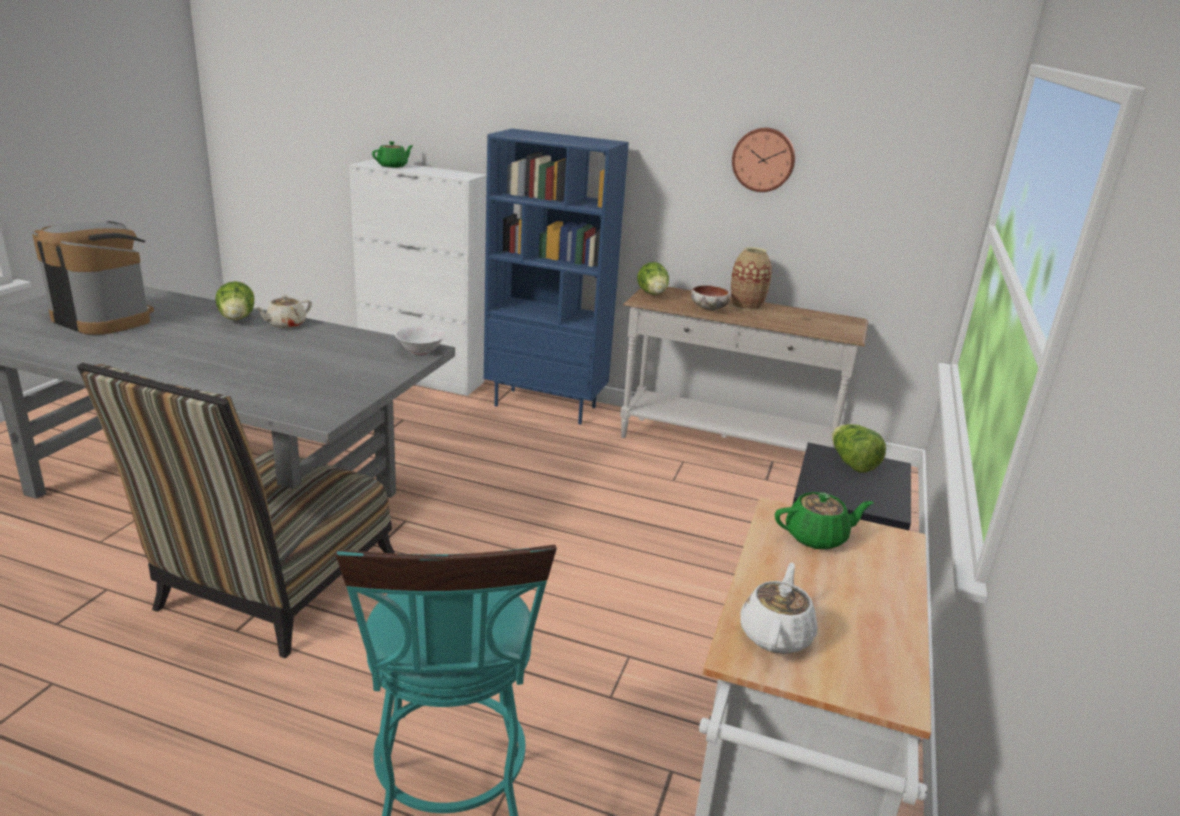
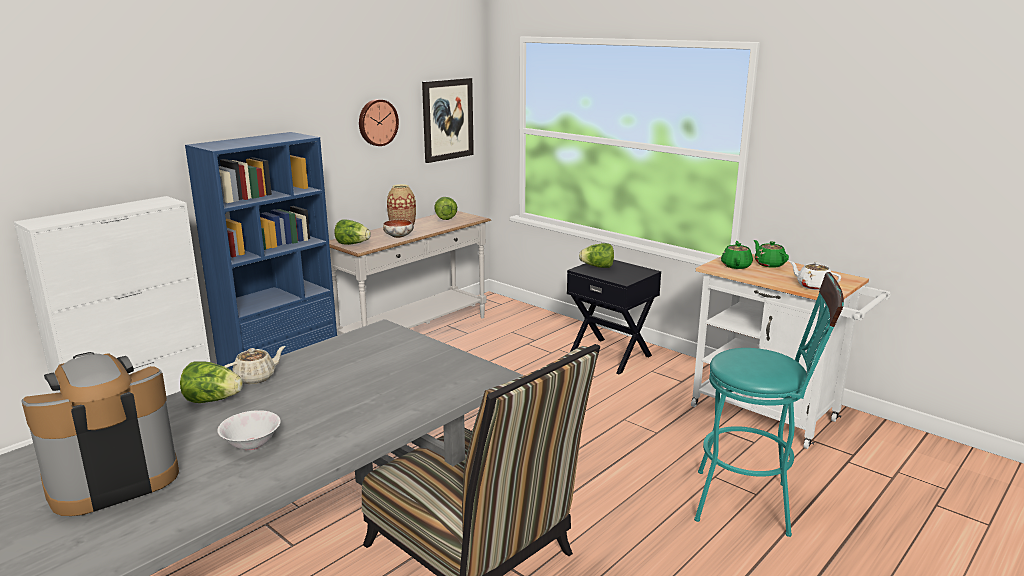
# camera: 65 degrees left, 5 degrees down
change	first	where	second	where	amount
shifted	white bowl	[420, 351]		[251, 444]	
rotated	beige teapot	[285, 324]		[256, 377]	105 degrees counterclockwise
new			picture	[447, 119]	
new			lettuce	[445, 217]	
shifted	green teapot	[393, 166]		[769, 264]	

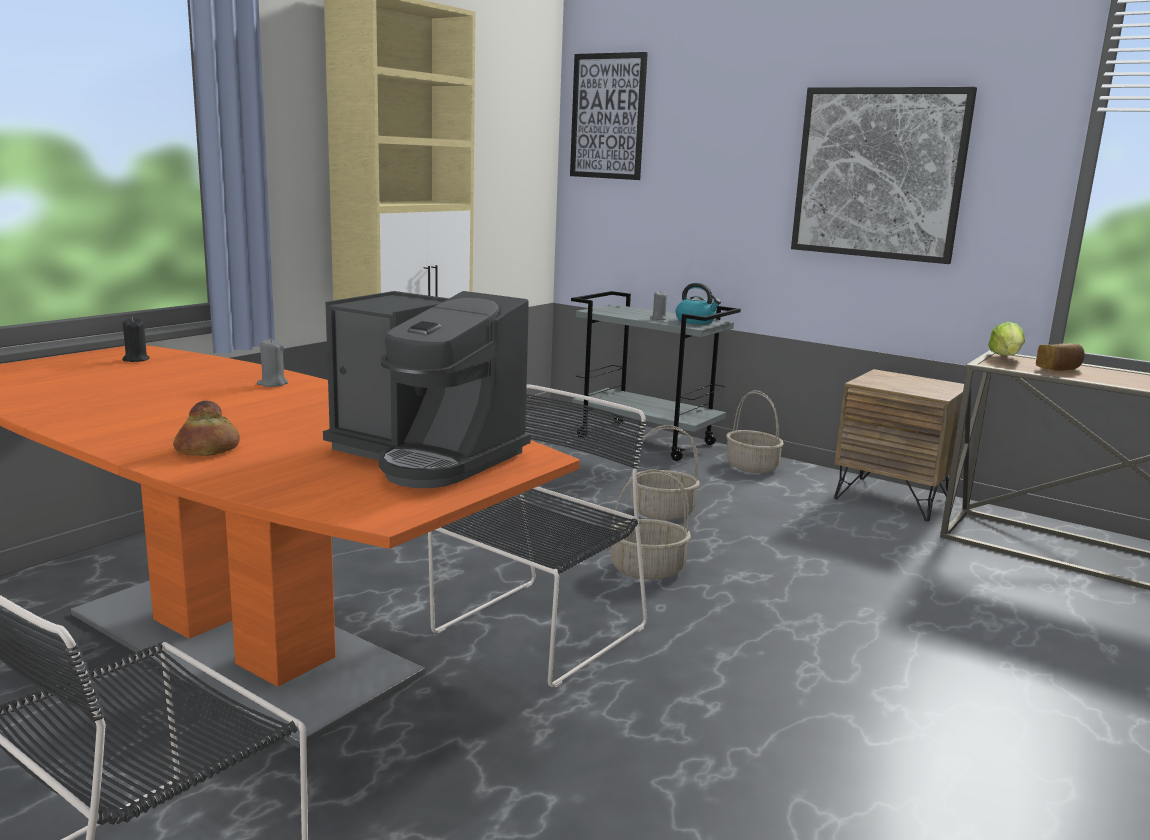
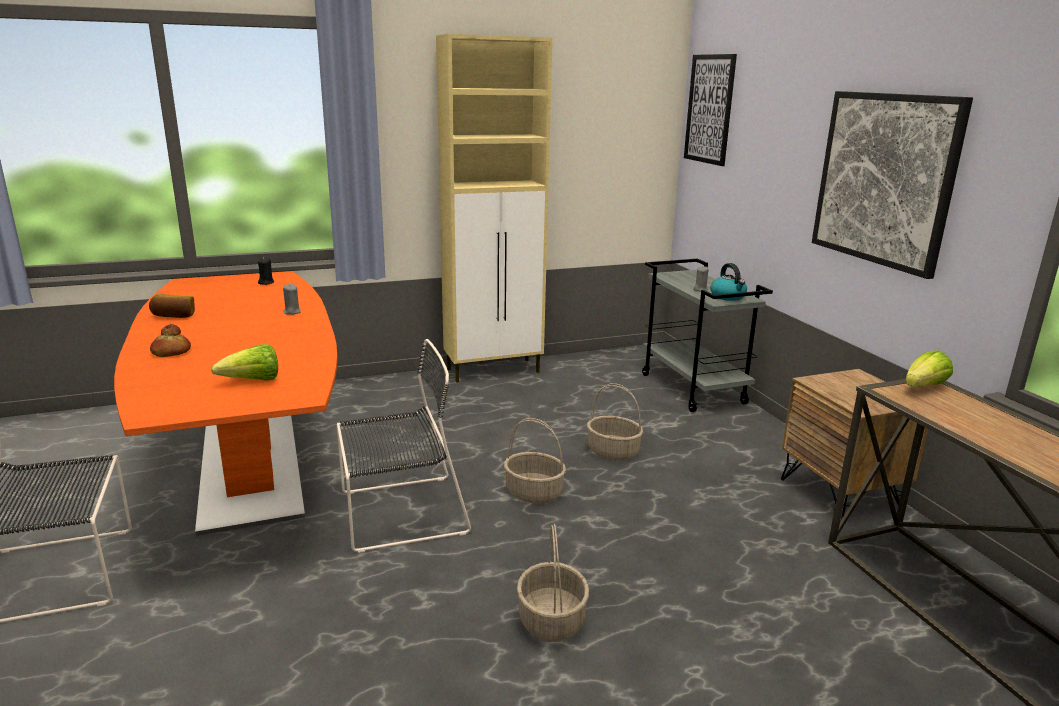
# camera: 35 degrees right, 5 degrees up
change	first	where	second	where	amount
shifted	bread	[1059, 369]		[174, 316]	
swapped	coffee machine	[427, 456]	lettuce	[253, 381]	
shifted	basket	[752, 466]		[552, 621]	

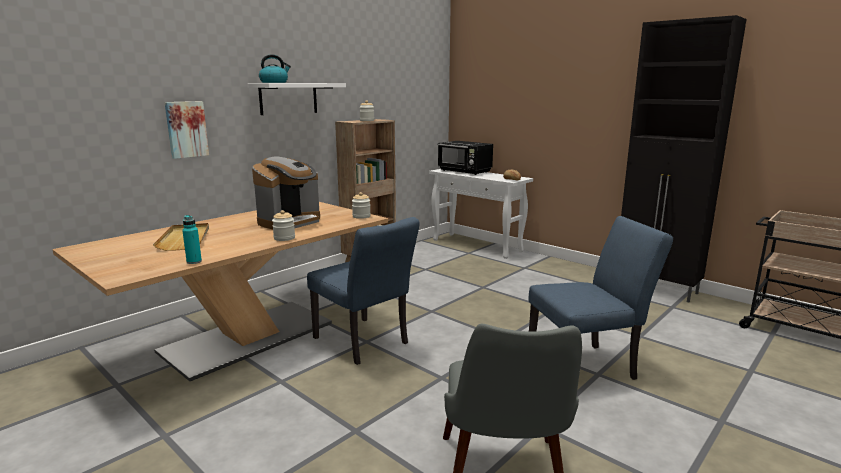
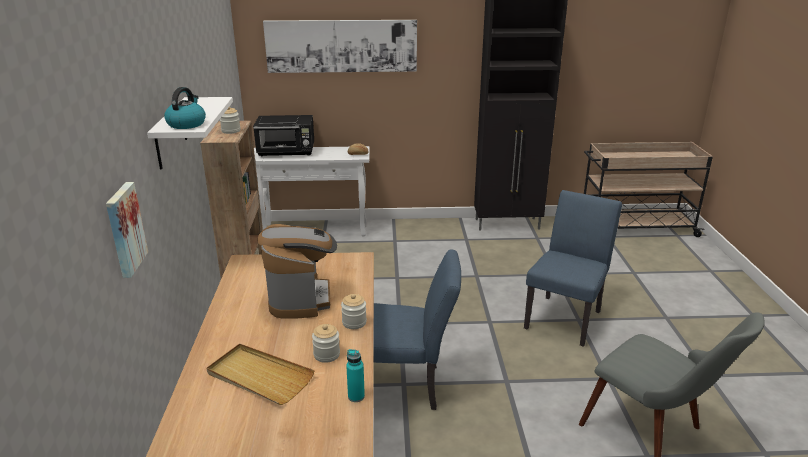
# camera: 45 degrees left, 10 degrees up
change	first	where	second	where	amount
new			picture	[341, 46]	
shifted	jar	[361, 216]		[326, 354]	

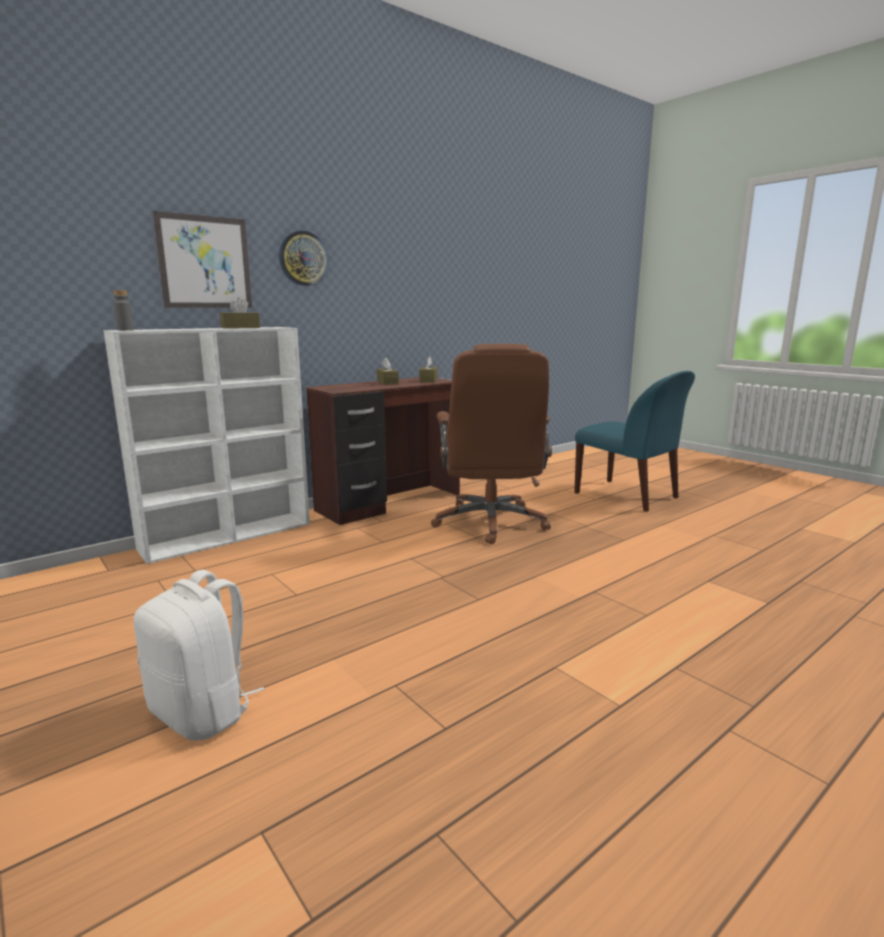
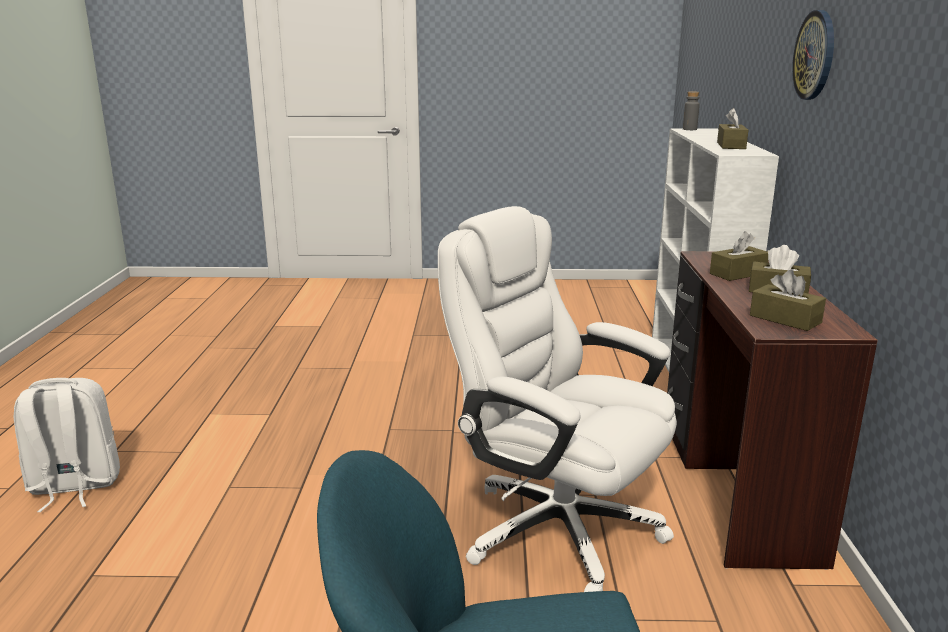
# camera: 130 degrees right, 5 degrees up
change	first	where	second	where	amount
shifted	white backpack	[203, 712]		[74, 486]	
repainted	brown office chair	[490, 523]	white office chair	[556, 529]	
new			brown tissue box	[738, 273]	
gone	picture	[205, 262]			

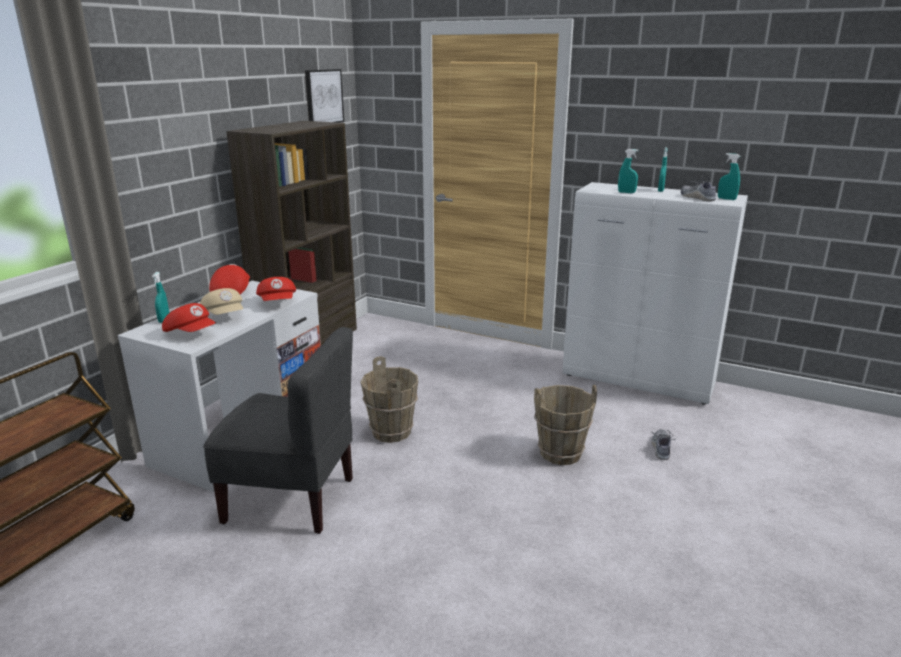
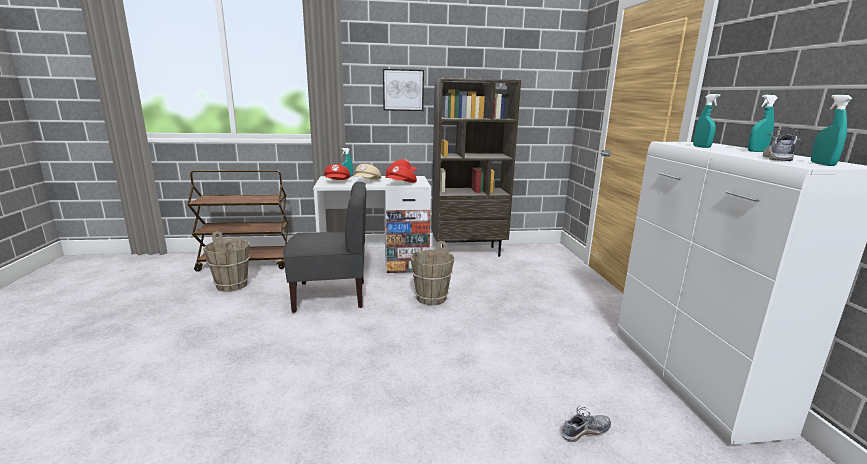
# camera: 55 degrees right, 5 degrees down
change	first	where	second	where	amount
shifted	brown bucket	[560, 453]		[232, 285]	
rotated	grey chair	[291, 499]		[331, 296]	75 degrees counterclockwise
shifted	picture	[323, 97]		[403, 90]	

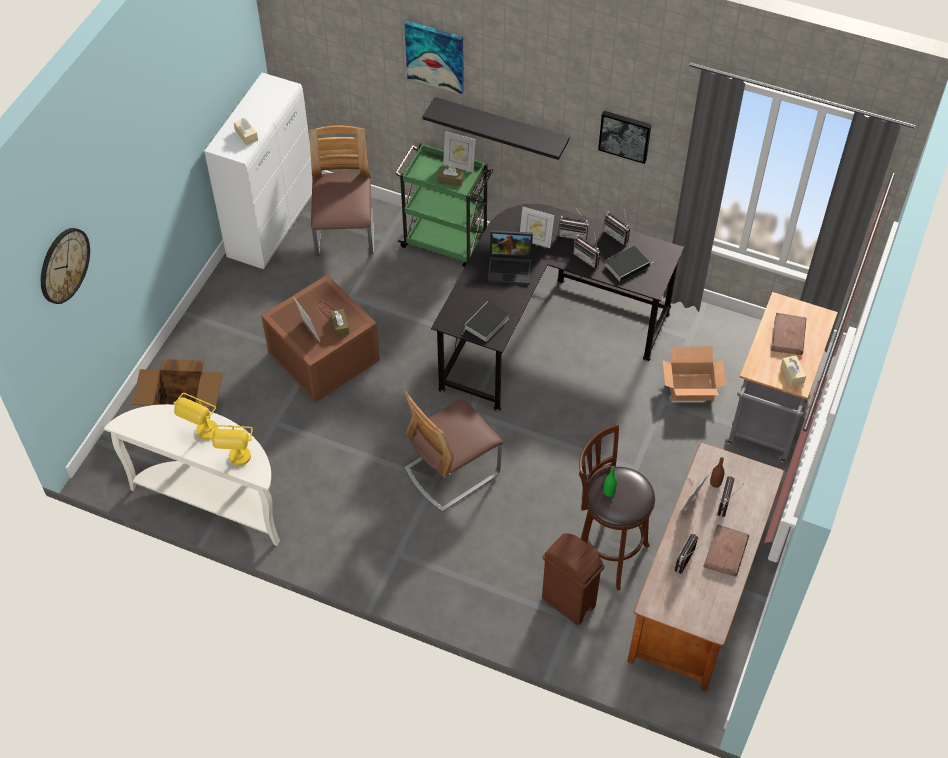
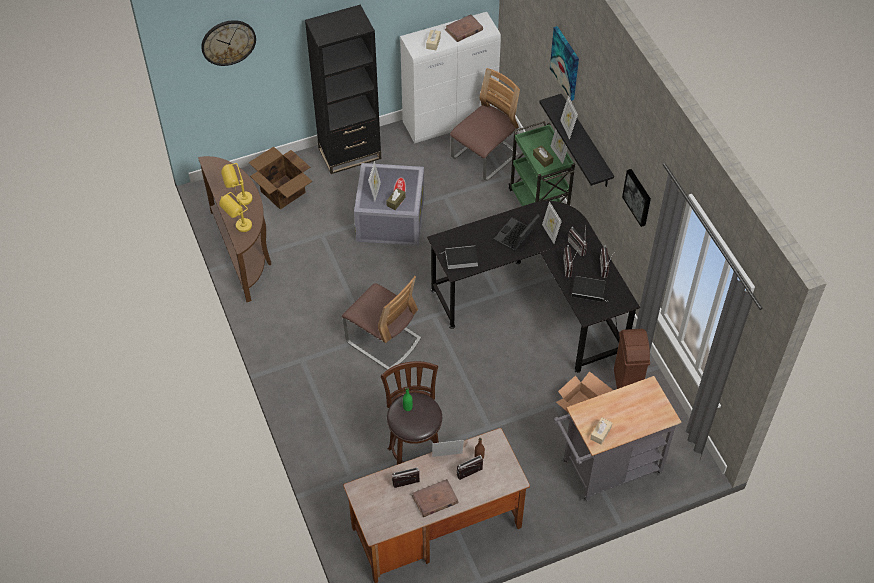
# camera: 45 degrees right, 0 degrees up
change	first	where	second	where	amount
repainted	white console table	[214, 499]	brown console table	[244, 251]	
new			black bookcase	[350, 153]	
rotated	chair	[452, 471]		[383, 340]	150 degrees counterclockwise
repainted	brown storage box	[322, 356]	grey storage box	[389, 218]	
shifted	brown book	[788, 336]		[463, 30]	
rotated	laptop	[511, 267]		[516, 237]	75 degrees clockwise
new			picture frame	[567, 129]	
shifted	brown trash can	[568, 603]		[626, 384]	

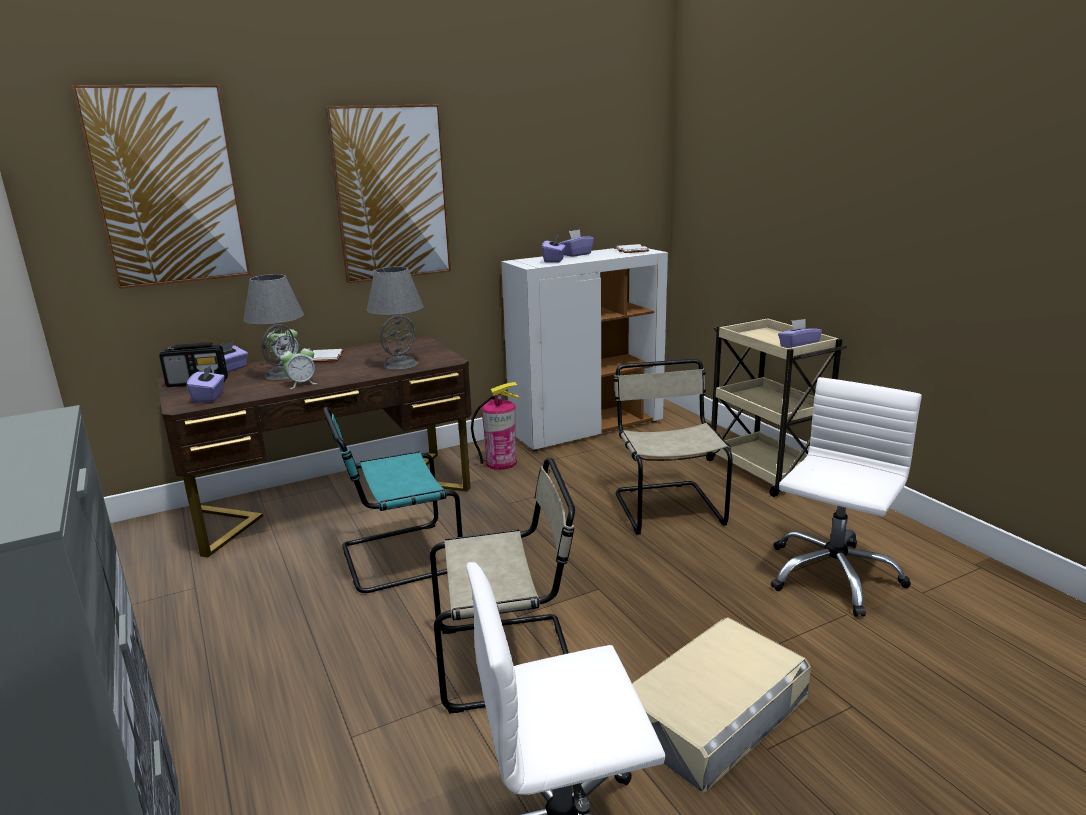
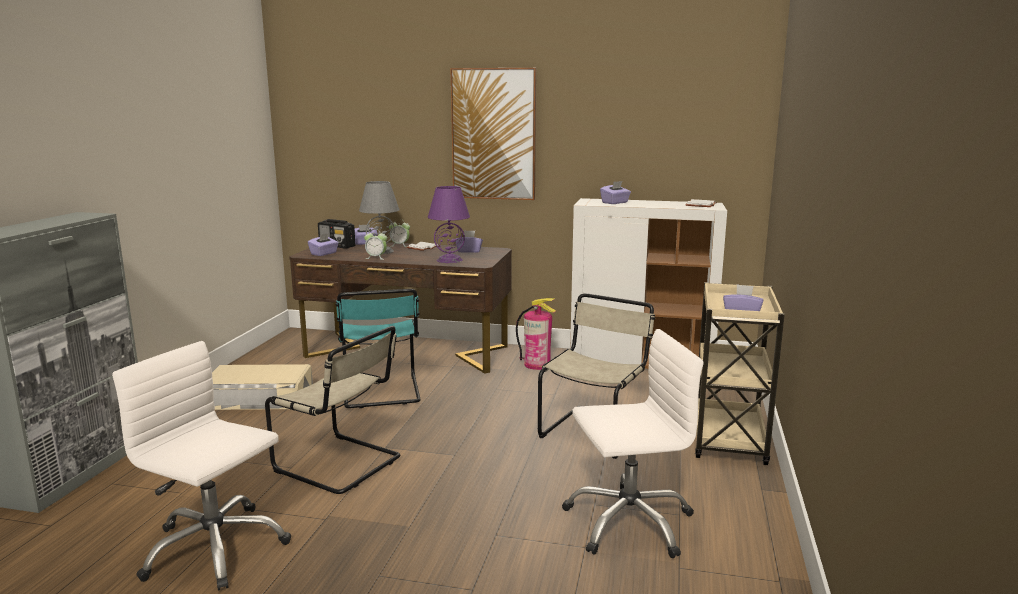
# camera: 40 degrees right, 5 degrees down
change	first	where	second	where	amount
shifted	beige storage box	[714, 713]		[259, 397]	
rotated	turquoise chair	[396, 558]		[381, 393]	120 degrees counterclockwise
repainted	grey table lamp	[400, 364]	purple table lamp	[450, 260]	
shifted	purple tissue box	[576, 254]		[469, 251]	
gone	picture	[168, 187]			

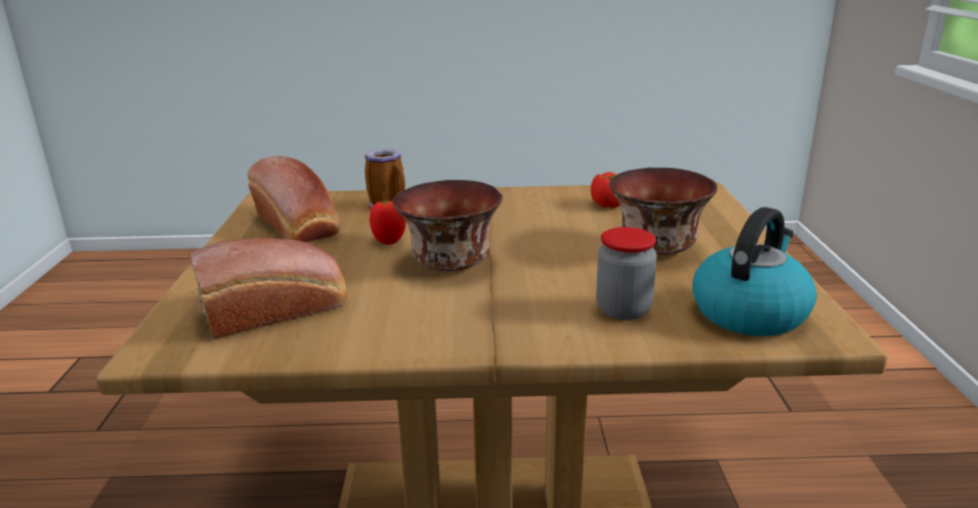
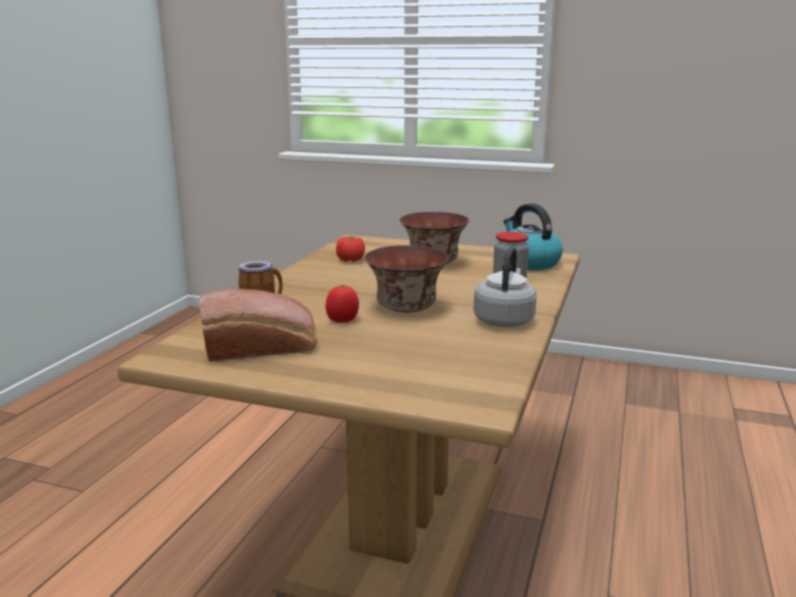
# camera: 70 degrees left, 5 degrees down
change	first	where	second	where	amount
new			grey kettle	[504, 320]	
gone	bread	[278, 309]			

